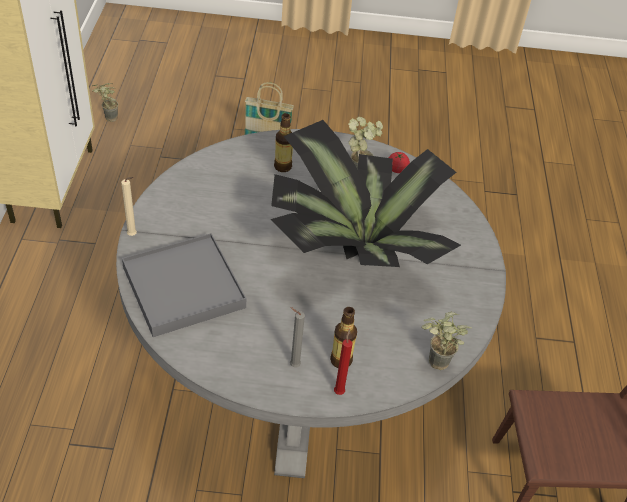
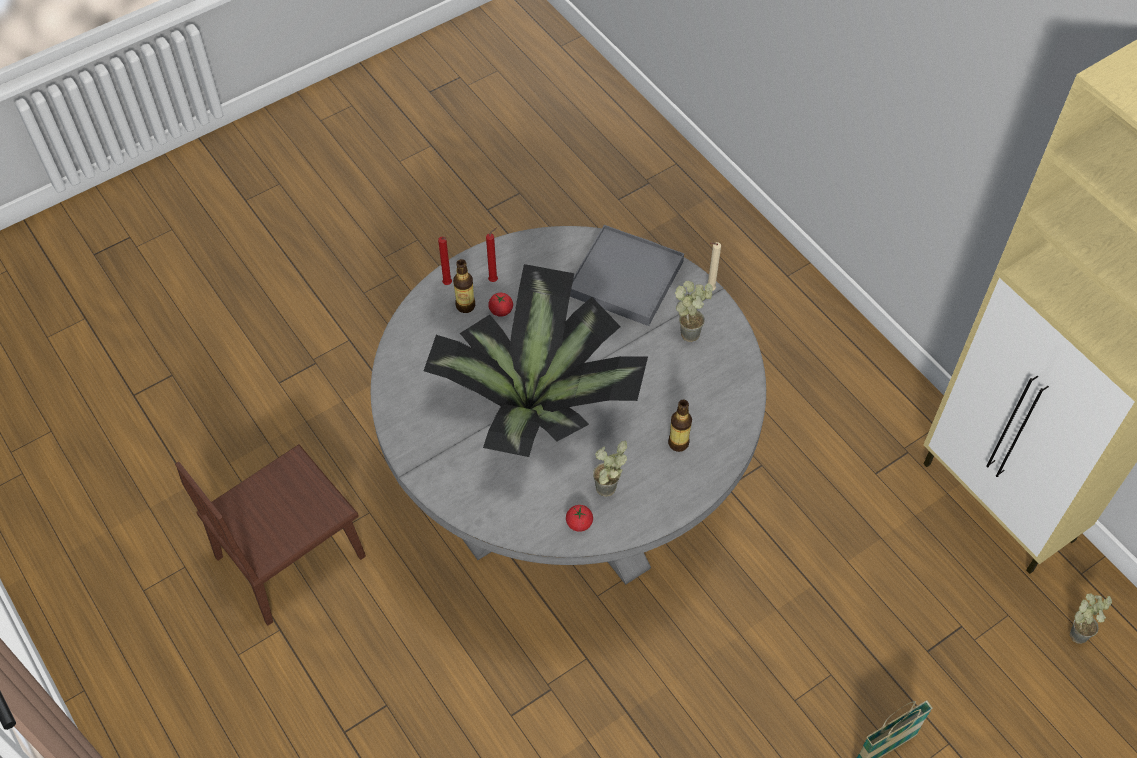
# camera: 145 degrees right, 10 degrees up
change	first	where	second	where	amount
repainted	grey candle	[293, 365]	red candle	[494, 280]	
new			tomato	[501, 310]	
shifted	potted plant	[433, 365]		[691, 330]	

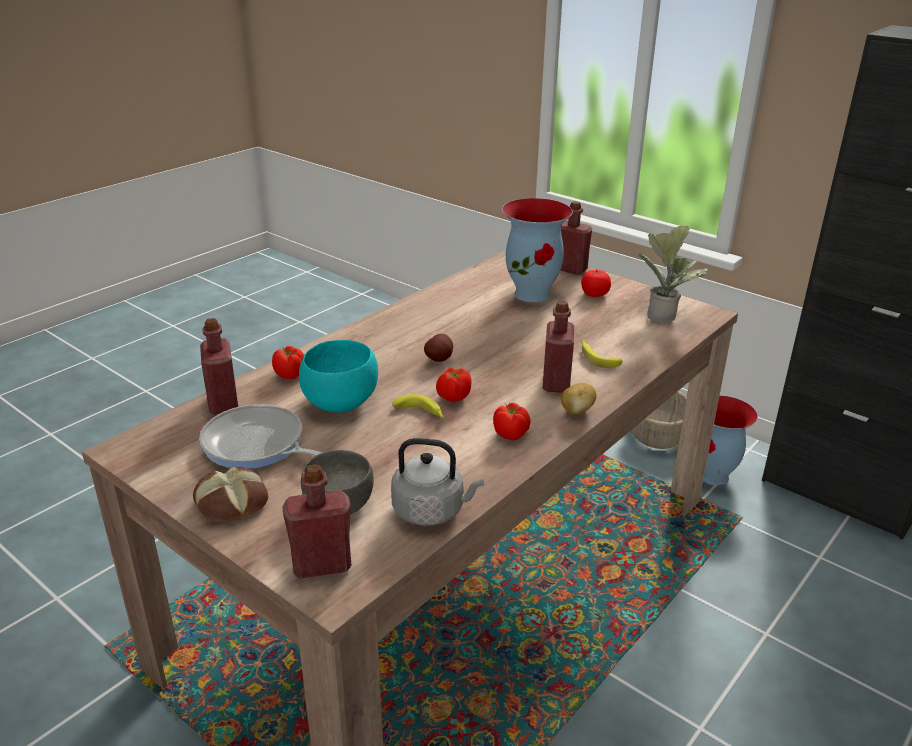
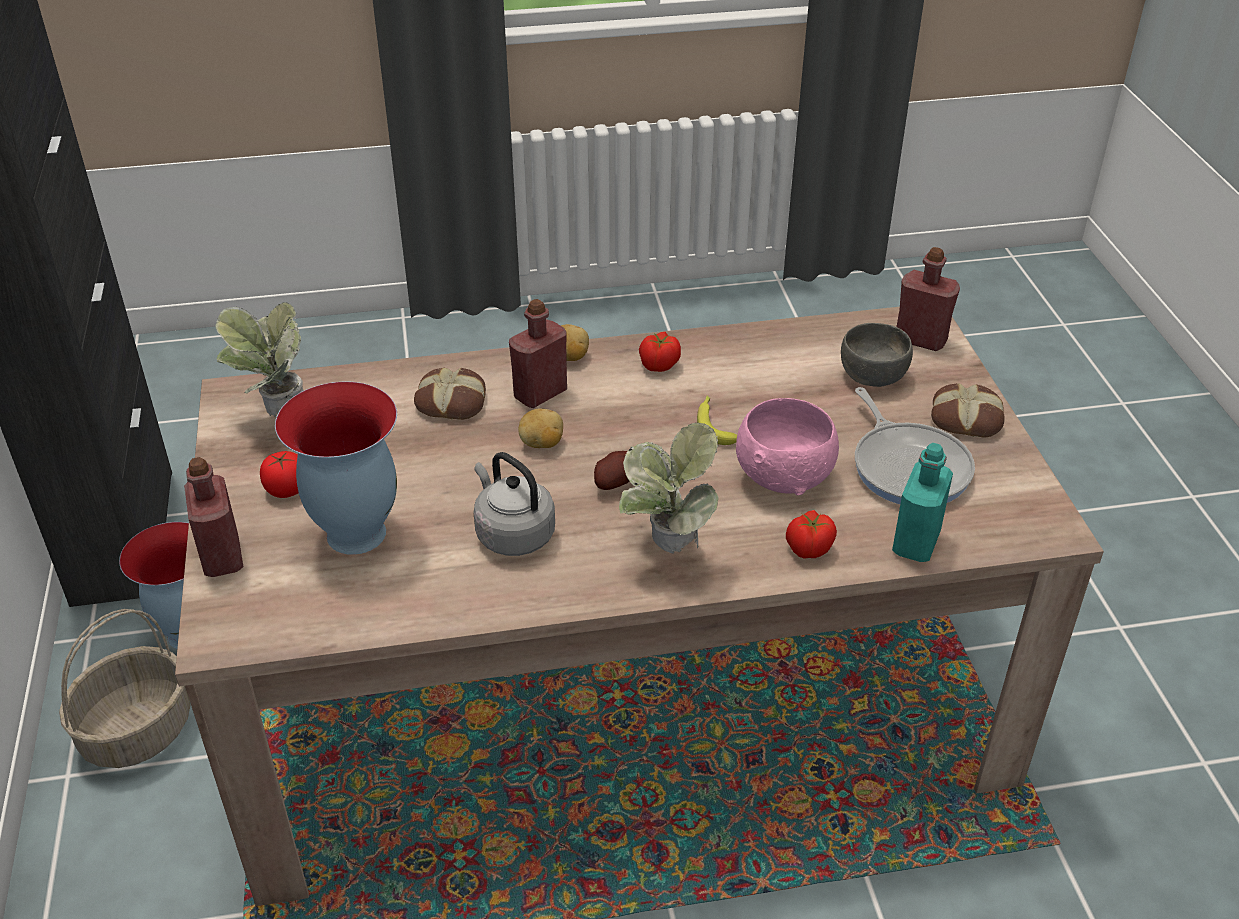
# camera: 140 degrees left, 10 degrees up
change	first	where	second	where	amount
swapped	banana	[596, 357]	bread	[452, 401]	
shifted	grey kettle	[432, 511]		[512, 534]	
new			potato	[542, 444]	
new			potted plant	[666, 552]	
repainted	turquoise bowl	[340, 403]	pink bowl	[785, 477]	
repainted	red bottle	[223, 403]	turquoise bottle	[916, 543]	
gone	tomato	[453, 397]			

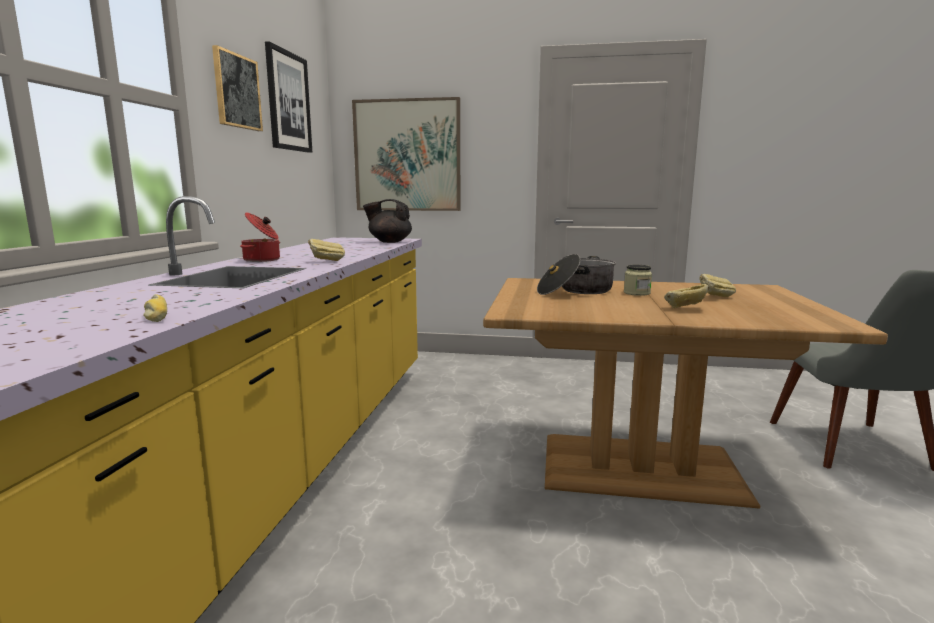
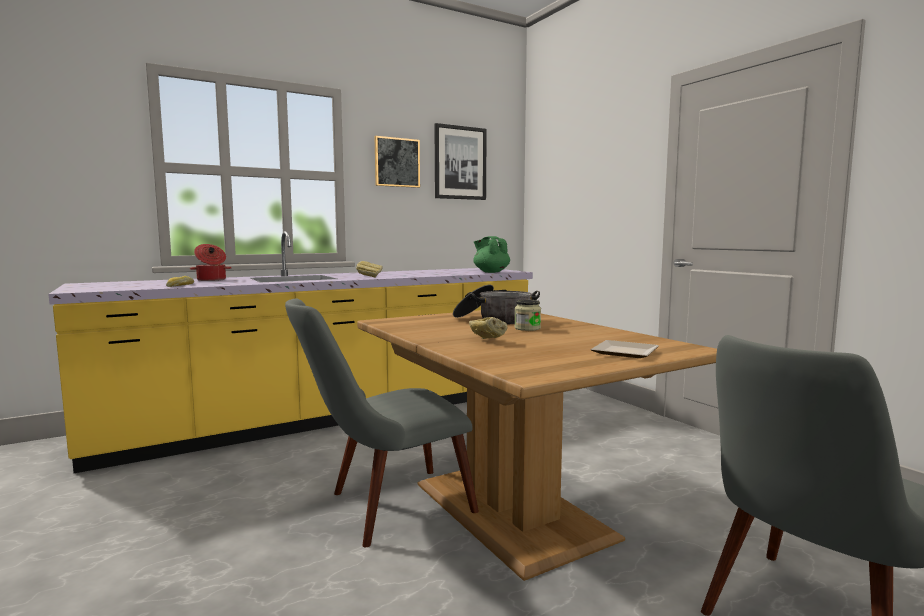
# camera: 50 degrees right, 5 degrees down
change	first	where	second	where	amount
shifted	cooking pot	[262, 260]		[211, 280]	
new			grey chair	[383, 509]	
repainted	black teapot	[389, 242]	green teapot	[491, 272]	
new			plate	[627, 352]	
gone	picture	[407, 156]			
gone	bread	[715, 297]			

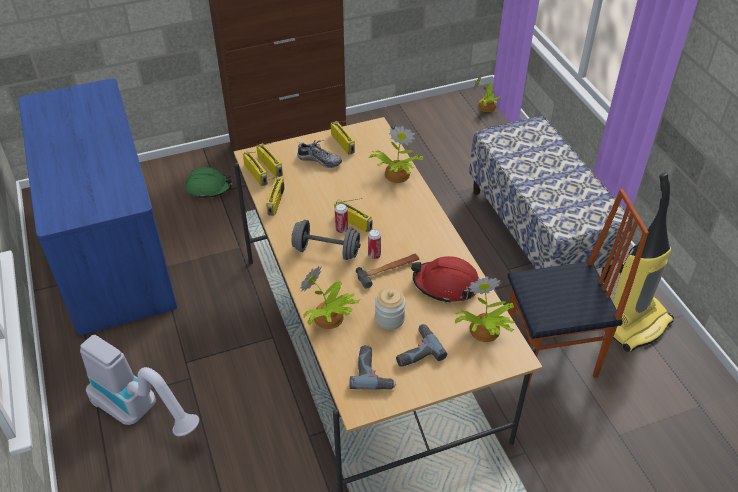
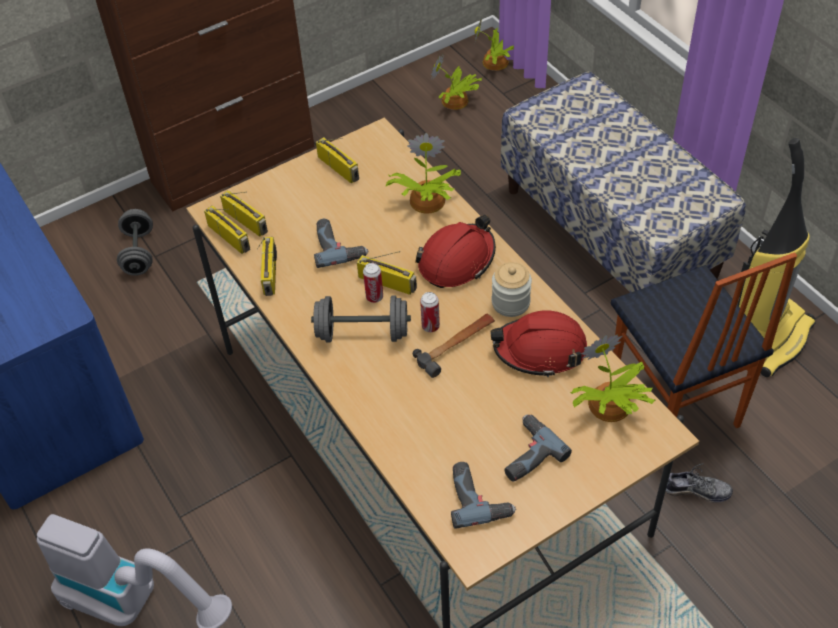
# camera: 10 degrees left, 5 degrees up
change	first	where	second	where	amount
swapped	green hard hat	[209, 187]	grey dumbbell	[139, 253]	
new			power drill	[338, 246]	
new			red hard hat	[457, 260]	
shifted	potted plant	[328, 318]		[455, 102]	
shifted	jar	[389, 318]		[510, 302]	
rotated	chair	[551, 357]		[672, 405]	90 degrees clockwise
shifted	shoe	[319, 160]		[696, 490]	

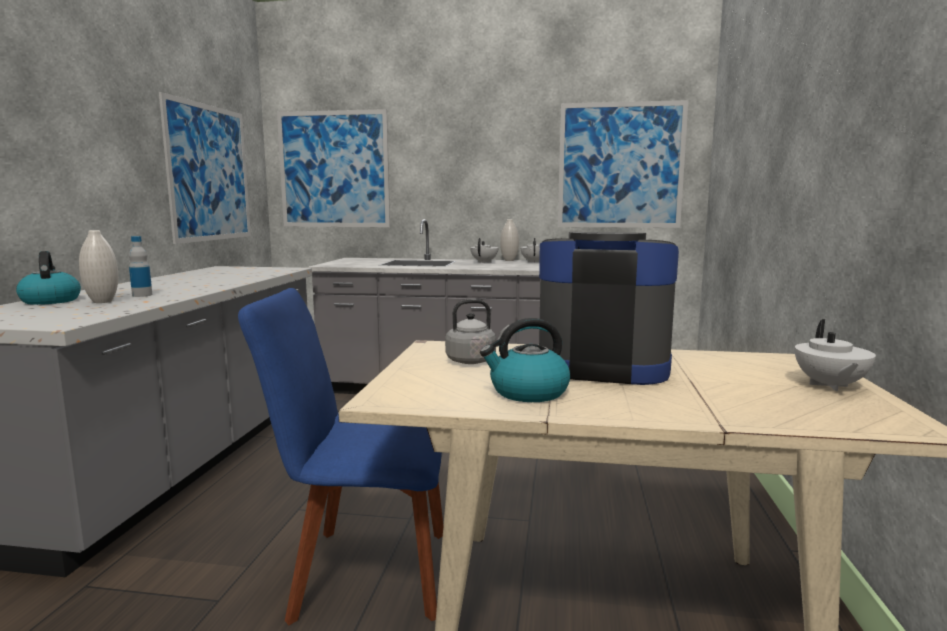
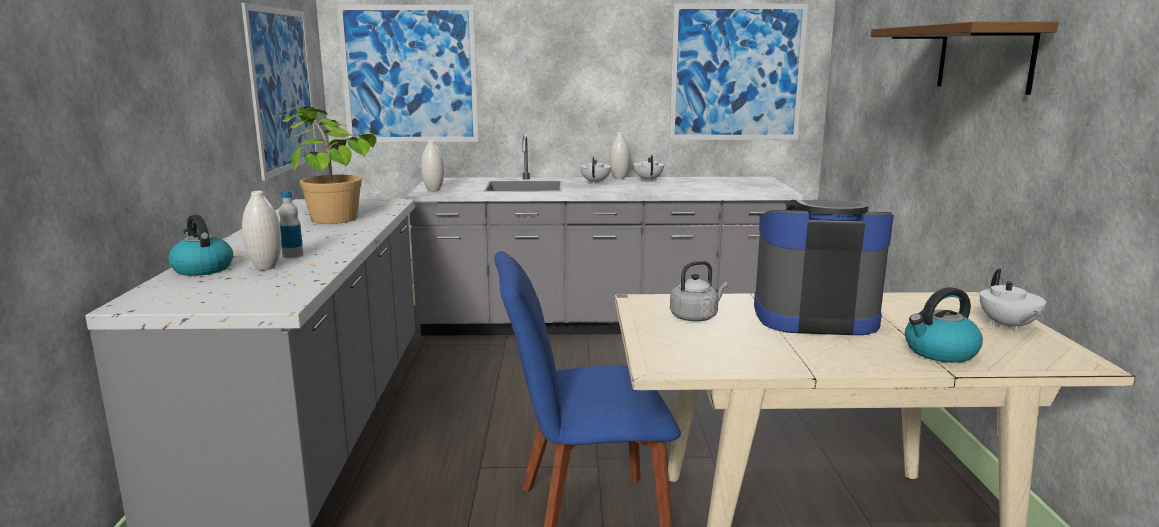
# camera: 10 degrees left, 5 degrees up
change	first	where	second	where	amount
new			potted plant	[329, 214]	
new			white vase	[433, 190]	
new			brown shelf	[984, 58]	
shifted	kettle	[528, 392]		[939, 352]	

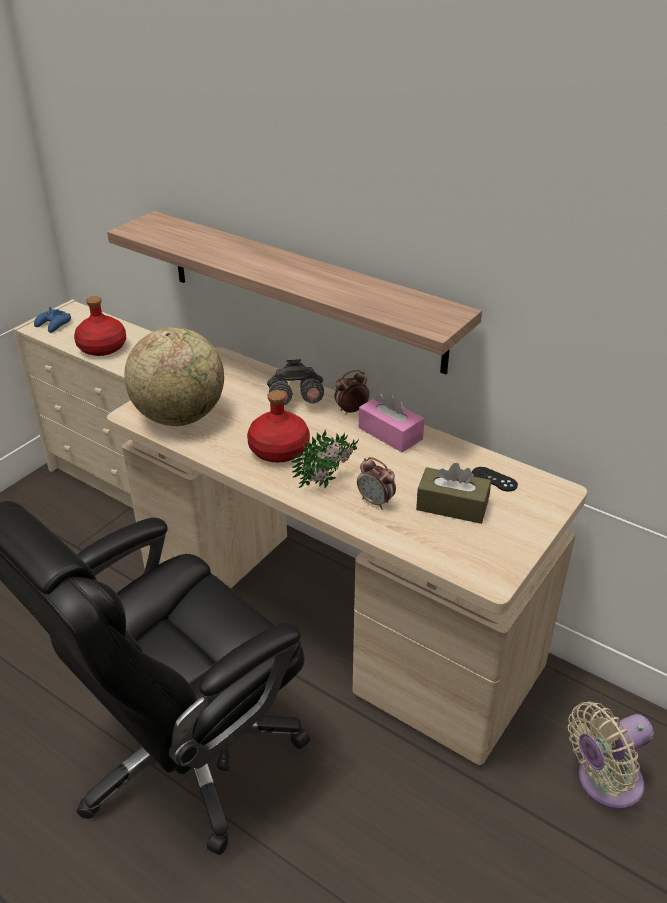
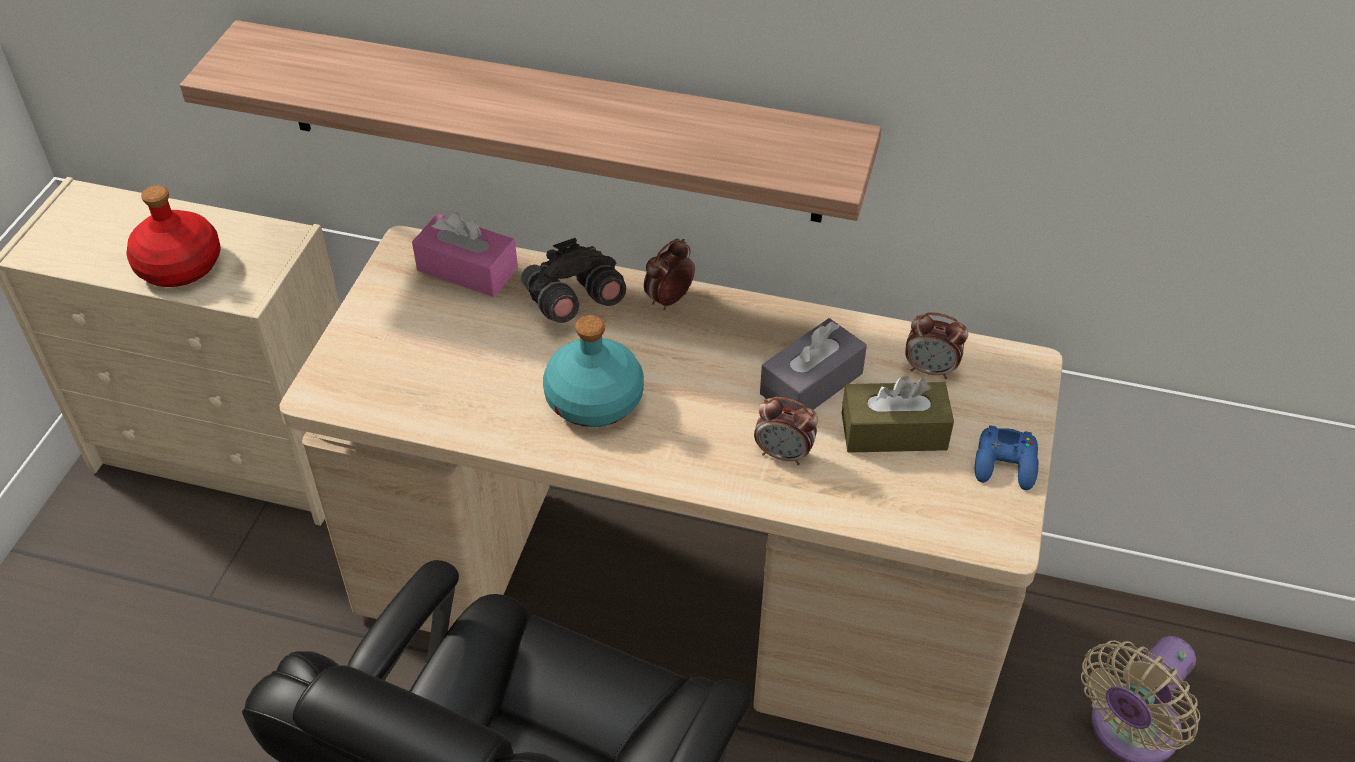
# camera: 20 degrees left, 10 degrees up
change	first	where	second	where	amount
shifted	pink tissue box	[390, 433]		[467, 269]	
repainted	red bottle	[278, 449]	turquoise bottle	[593, 400]	
new			grey tissue box	[811, 383]	
swapped	black game controller	[494, 479]	alarm clock	[930, 370]	
shifted	blue game controller	[53, 324]		[1005, 464]	
gone	globe	[180, 416]			
gone	potted plant	[329, 482]			

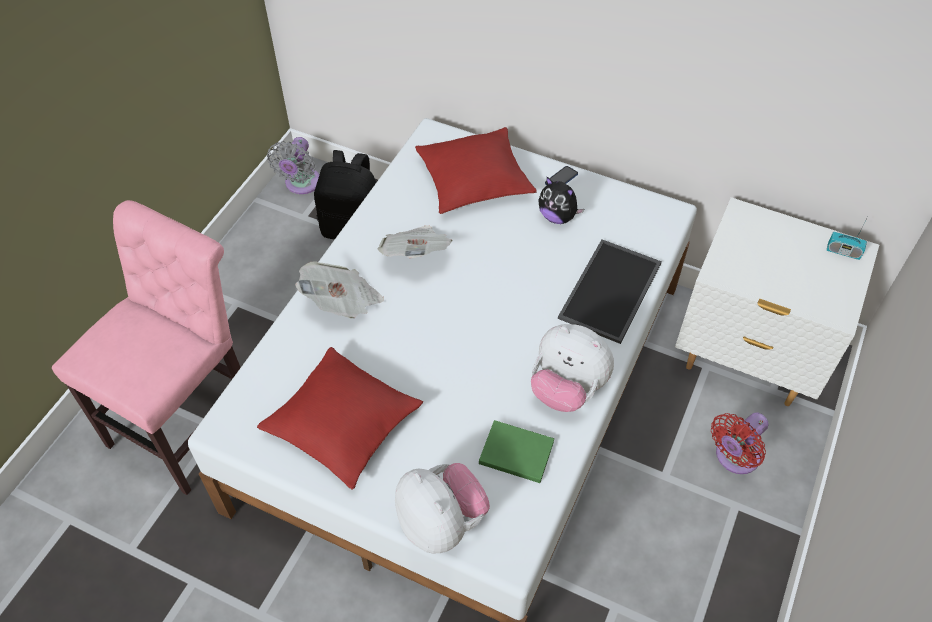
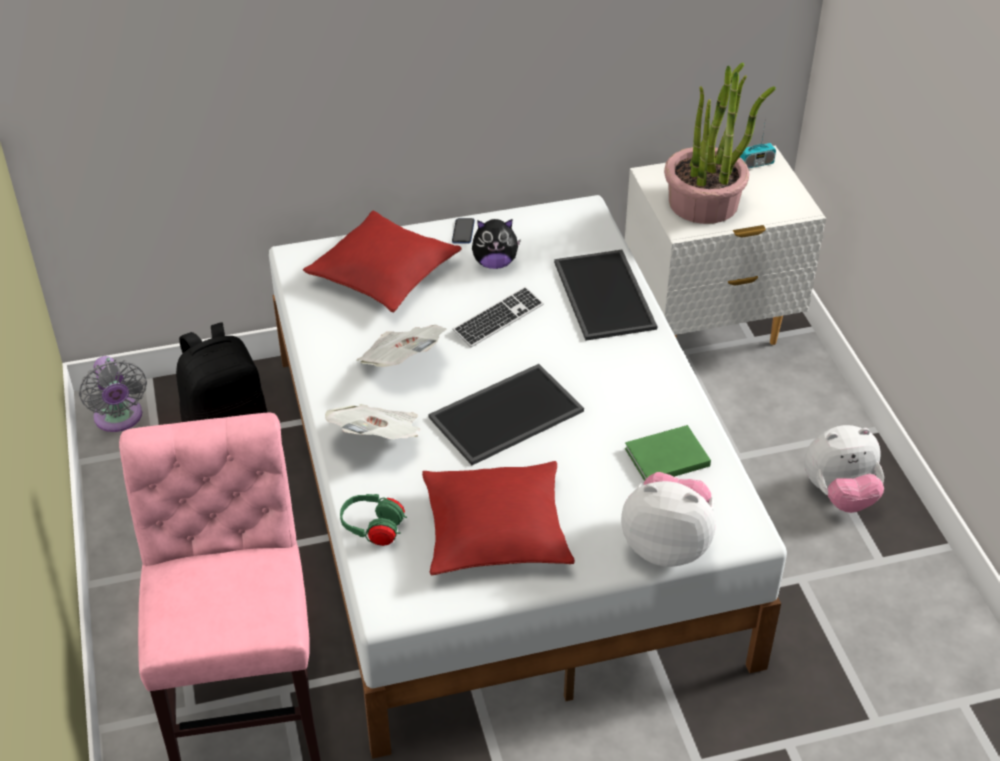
# camera: 40 degrees left, 10 degrees down
change	first	where	second	where	amount
new			green headphones	[373, 529]	
new			tray	[506, 412]	
new			keyboard	[498, 319]	
new			potted plant	[704, 203]	
shifted	plush toy	[567, 388]		[839, 495]	
gone	red fan	[734, 457]			

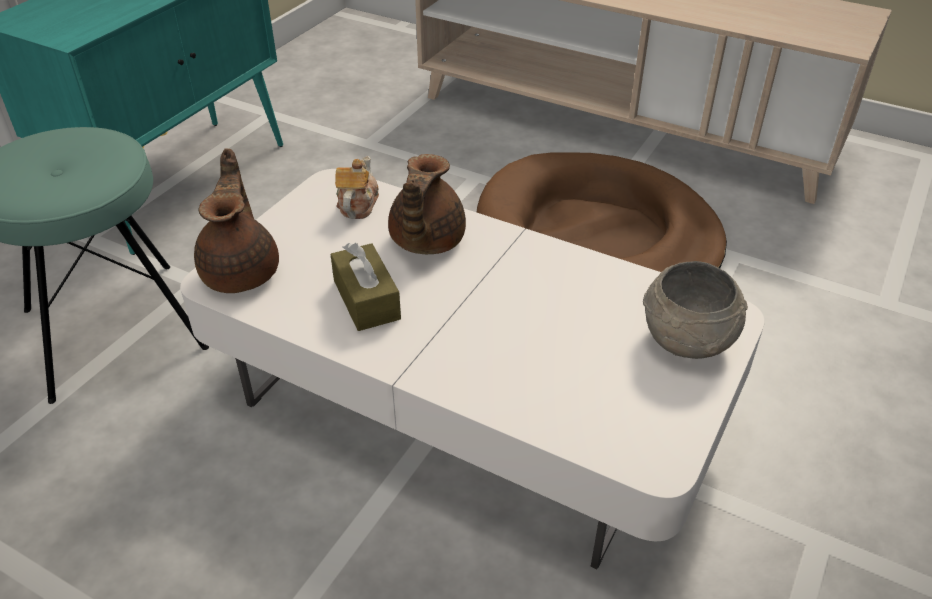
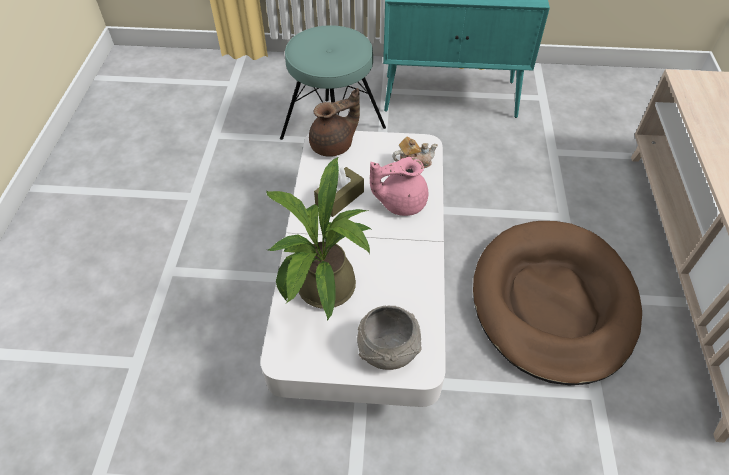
# camera: 65 degrees right, 10 degrees up
change	first	where	second	where	amount
new			potted plant	[321, 292]	
repainted	brown teapot	[425, 241]	pink teapot	[400, 202]	

